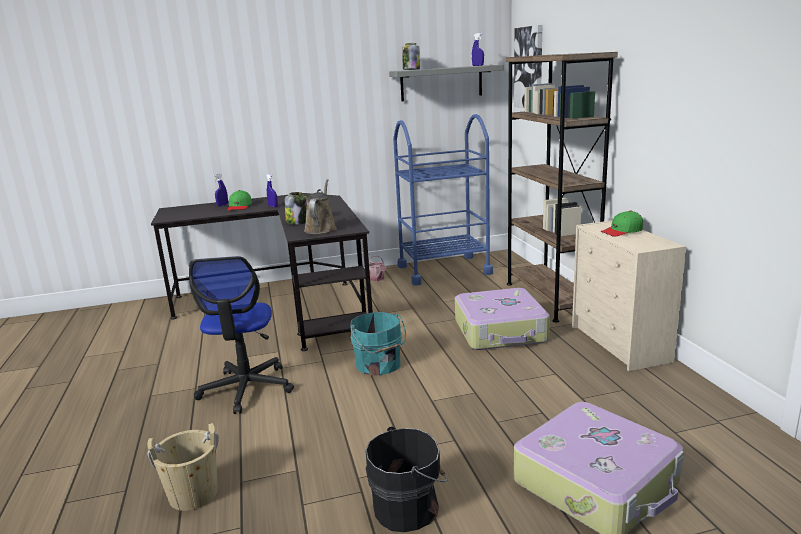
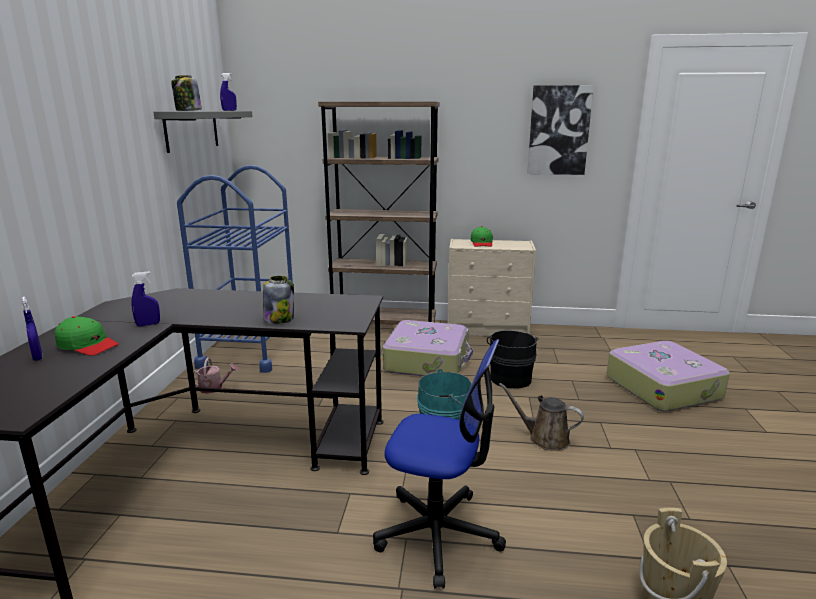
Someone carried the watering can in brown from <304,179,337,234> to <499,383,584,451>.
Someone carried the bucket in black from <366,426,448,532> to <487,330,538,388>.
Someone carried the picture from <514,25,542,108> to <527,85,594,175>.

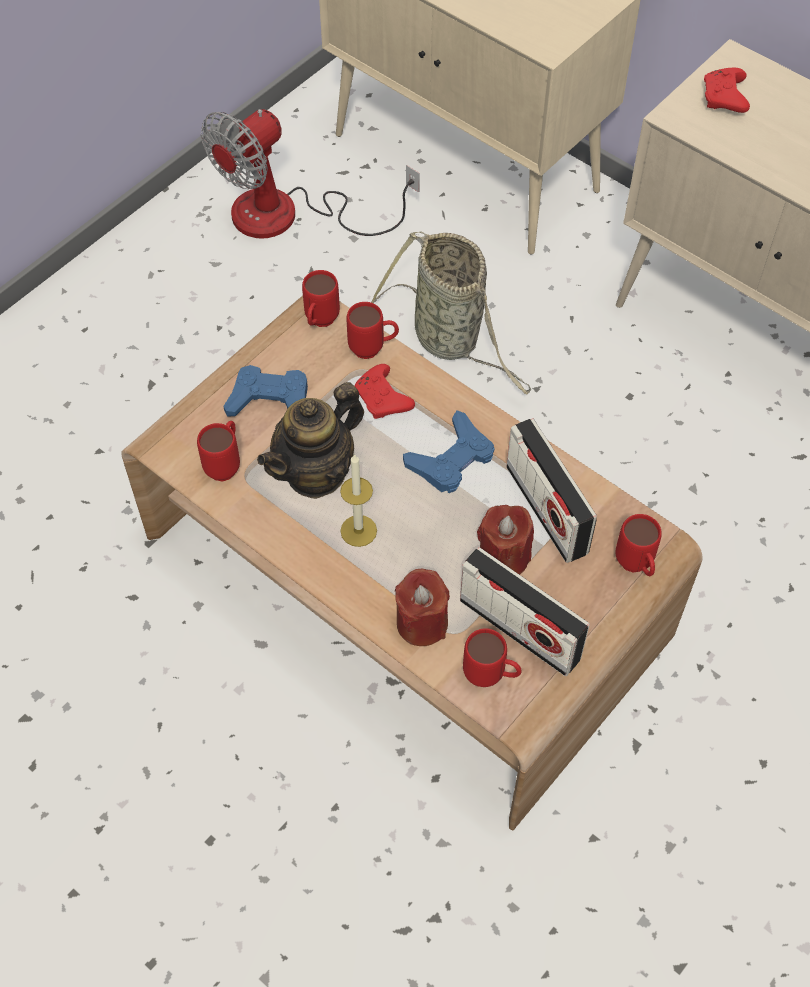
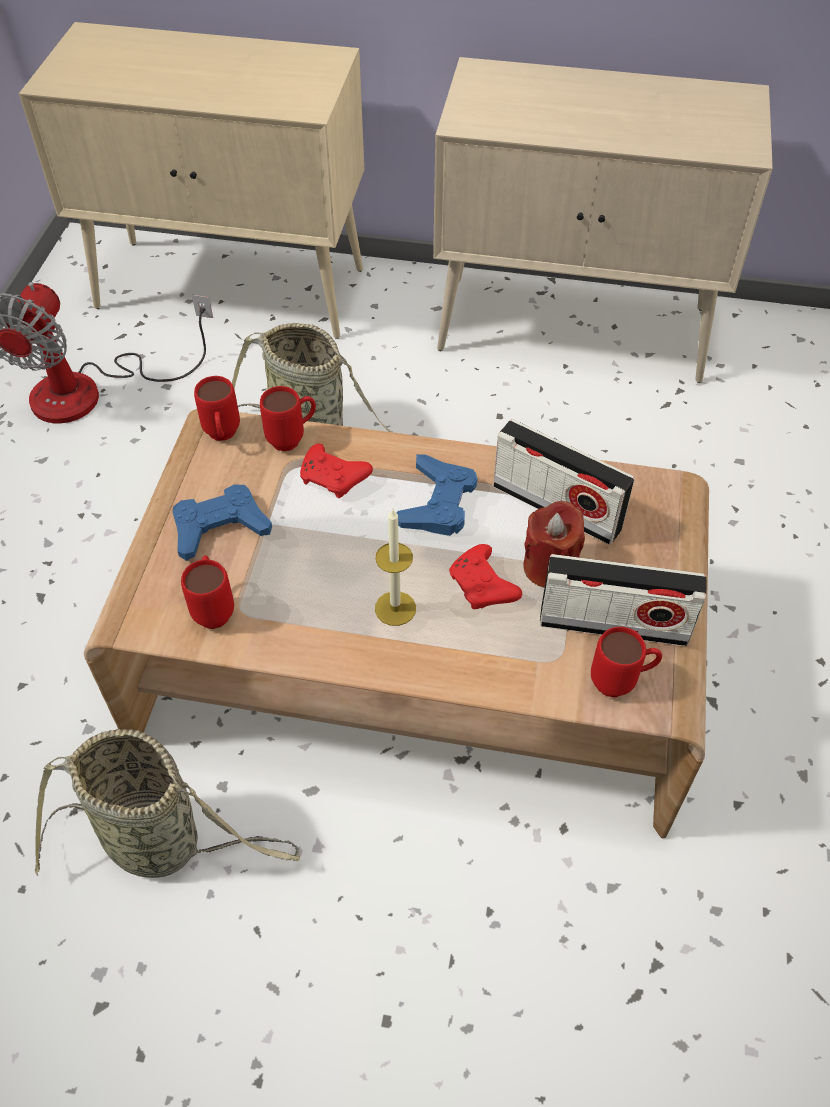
Someone took away the teapot at <257,382,364,499>.
Someone took away the candle in red at <395,569,450,646>.
Someone took away the mug in red at <615,514,662,577>.
Someone put down the basket at <35,729,300,878>.
Someone carried the game controller in red from <704,68,750,113> to <449,544,522,609>.

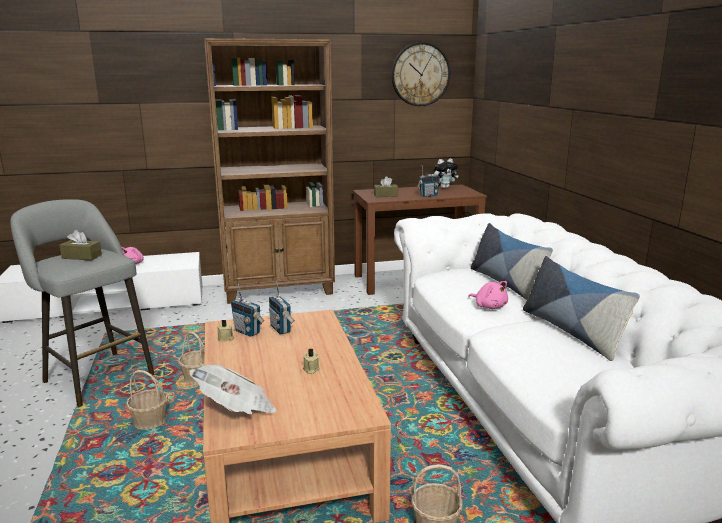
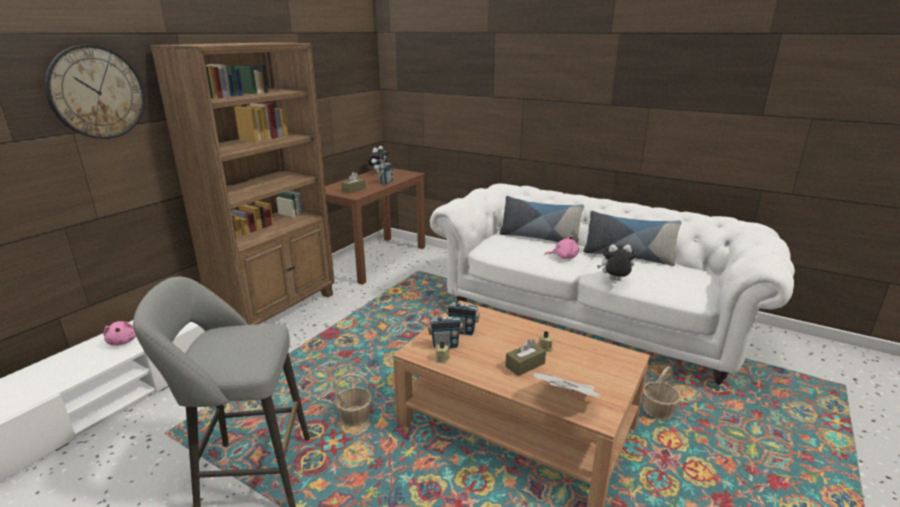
Someone took away the basket at <126,370,168,430>.
Someone put down the plush toy at <597,244,635,281>.
Someone carried the tissue box in brown from <59,230,102,260> to <505,339,546,376>.
Someone carried the wall clock from <391,42,450,106> to <45,44,145,139>.

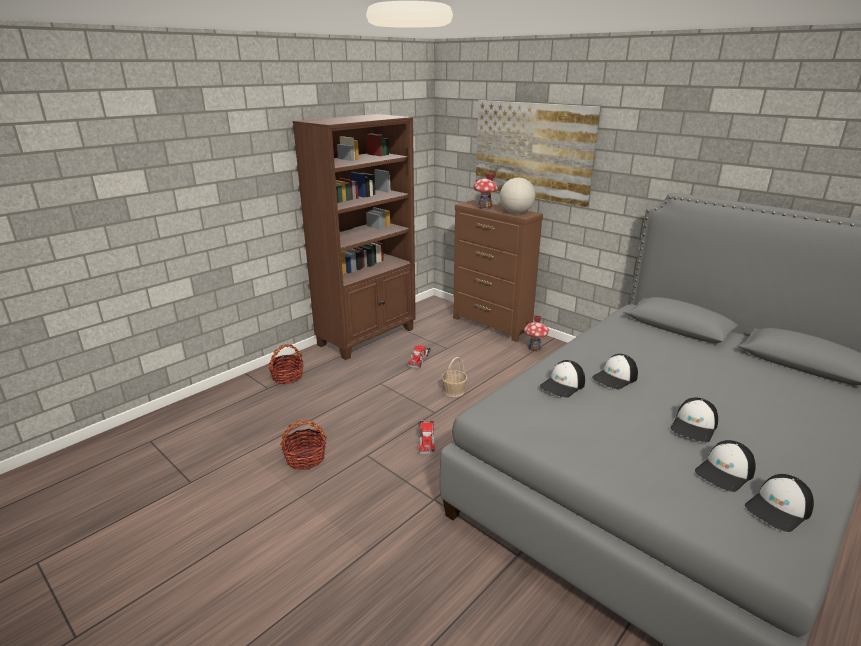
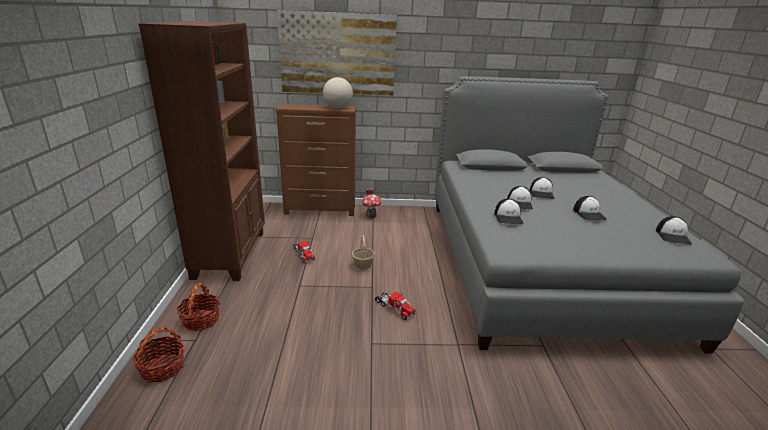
Someone took away the toy house at <473,173,498,209>.
Someone carried the basket from <280,420,327,470> to <132,327,185,382>.
Someone carried the cap from <695,440,756,492> to <530,177,555,199>.

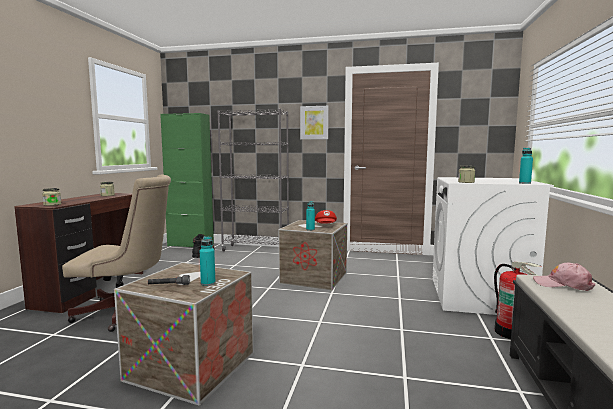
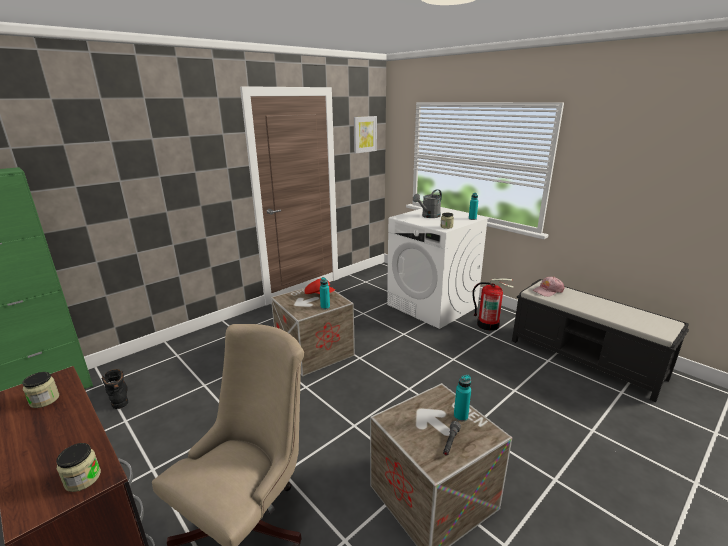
Someone took away the bookcase in grey at <217,109,289,251>.
Someone put down the watering can in grey at <413,189,442,218>.
Someone carried the picture from <300,106,329,139> to <354,116,377,153>.

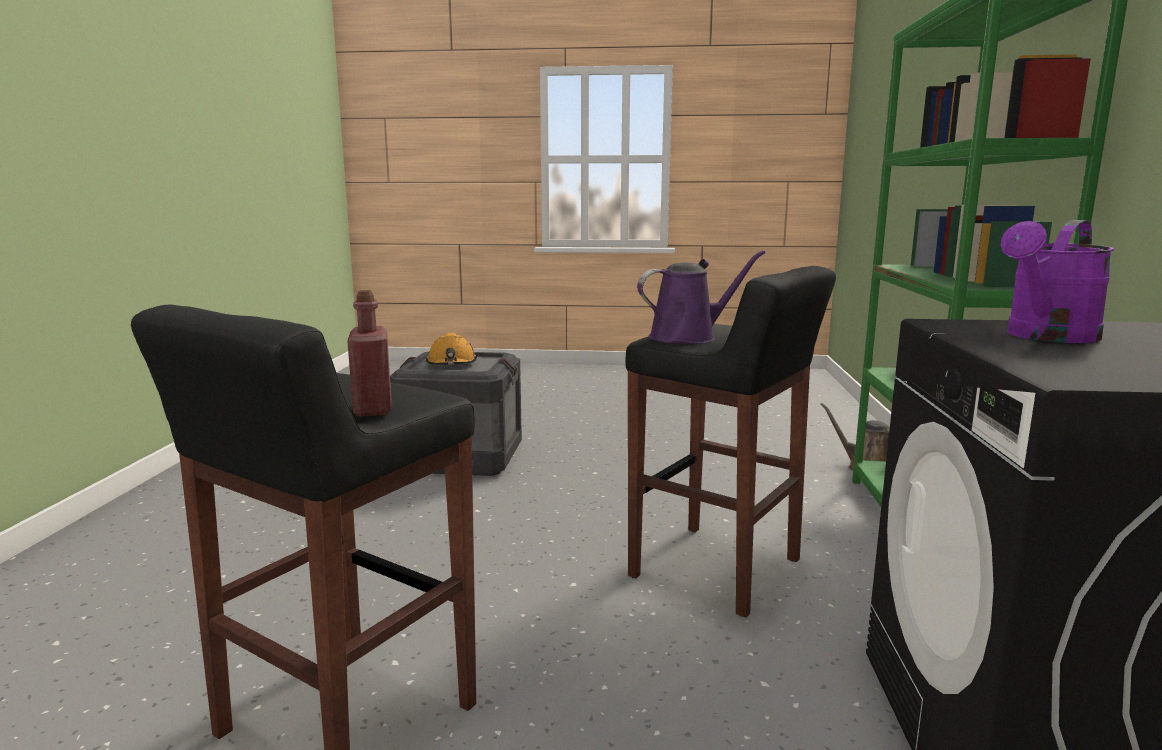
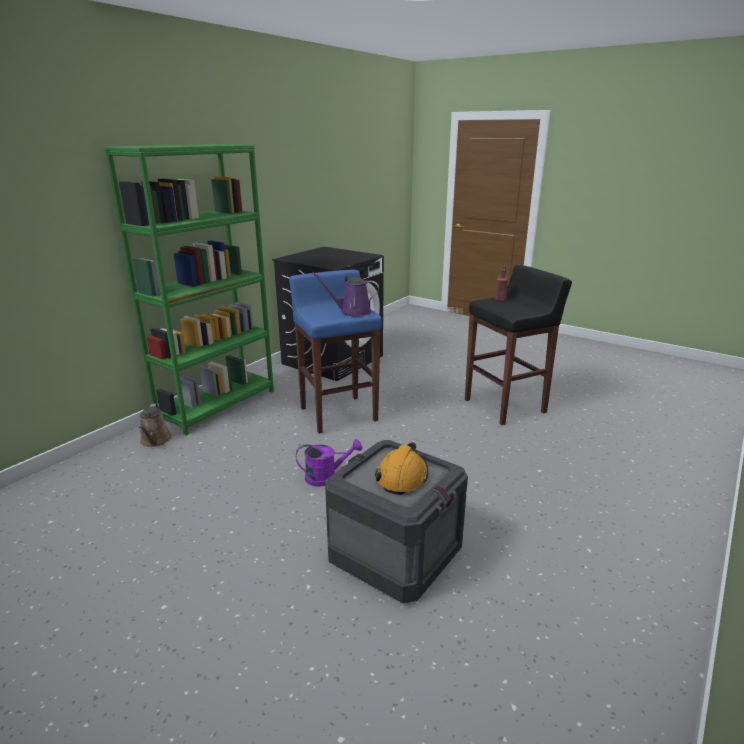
Someone carried the watering can in purple from <1001,220,1114,343> to <296,439,362,487>.
Someone repainted the stool in black at <625,266,836,617>, which became the stool in blue at <289,270,382,434>.

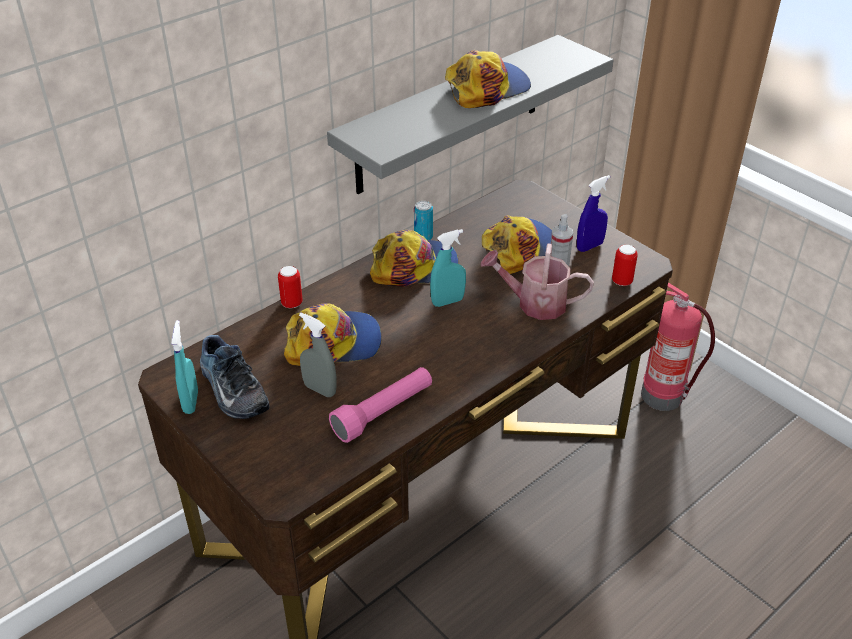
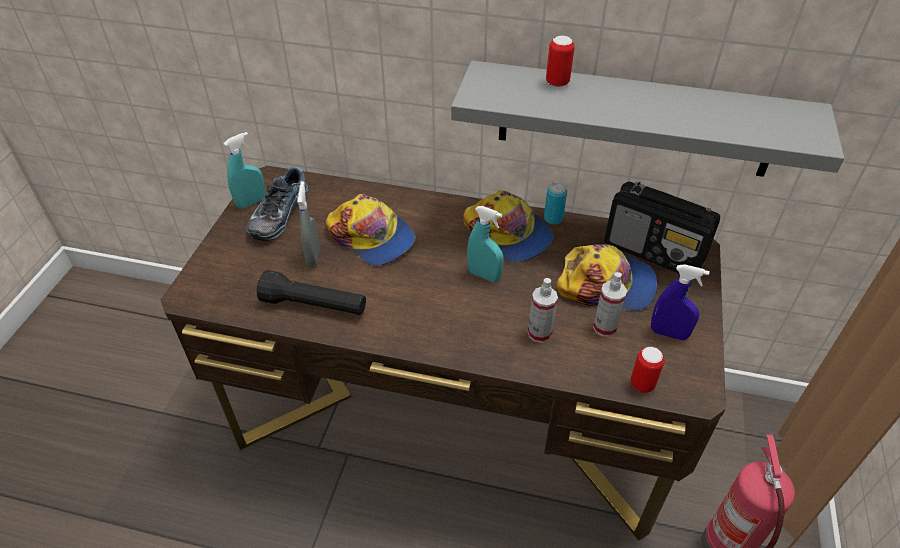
Someone took away the cap at <445,50,531,108>.
Someone put down the radio at <604,182,720,273>.
Someone carried the can from <278,266,303,308> to <546,36,575,87>.
Someone swapped the watering can at <480,243,594,320> for the spray bottle at <528,278,558,343>.
Someone repainted the flashlight in pink at <329,367,432,443>, which became the flashlight in black at <257,270,366,315>.

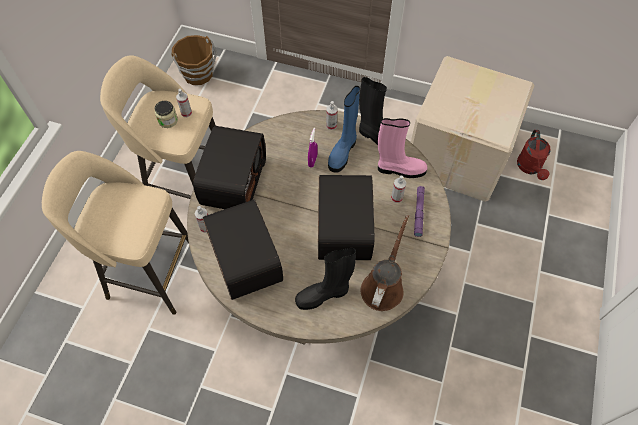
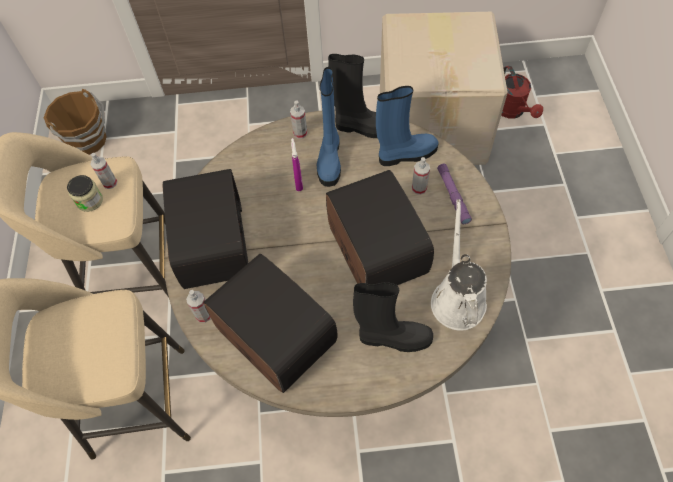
Someone repainted the watering can in brown at <361,215,409,311>, which became the watering can in white at <431,199,487,330>.
Someone repainted the boot in pink at <378,118,427,178>, which became the boot in blue at <376,86,439,166>.
Someone rotated the boot in black at <295,248,356,310> by 135 degrees counterclockwise.

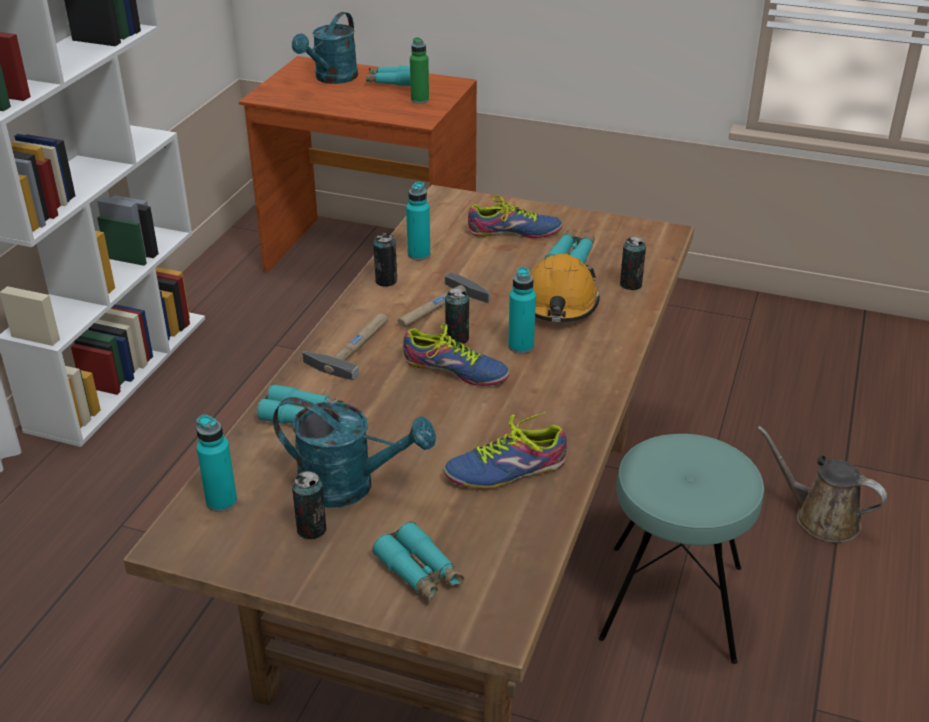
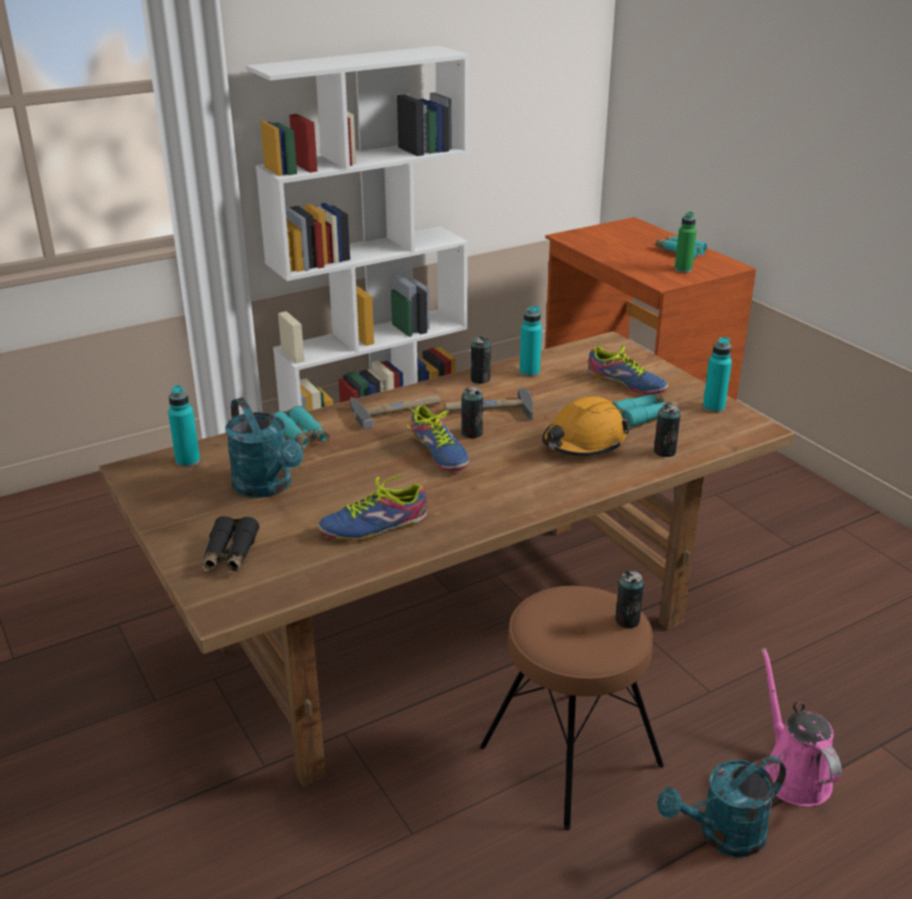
Someone carried the watering can in turquoise from <292,12,358,84> to <657,756,786,857>.
Someone carried the can from <292,471,326,539> to <615,570,644,628>.
Someone carried the bottle in turquoise from <508,267,536,354> to <703,337,732,412>.
Someone repainted the binoculars in turquoise at <372,522,464,602>, which became the binoculars in black at <202,516,259,572>.
Someone repainted the stool in turquoise at <598,434,764,664>, which became the stool in brown at <480,586,664,831>.
Someone repainted the watering can in brown at <757,426,887,543>, which became the watering can in pink at <761,648,842,807>.
Someone rotated the shoe at <444,412,567,489> by 45 degrees counterclockwise.

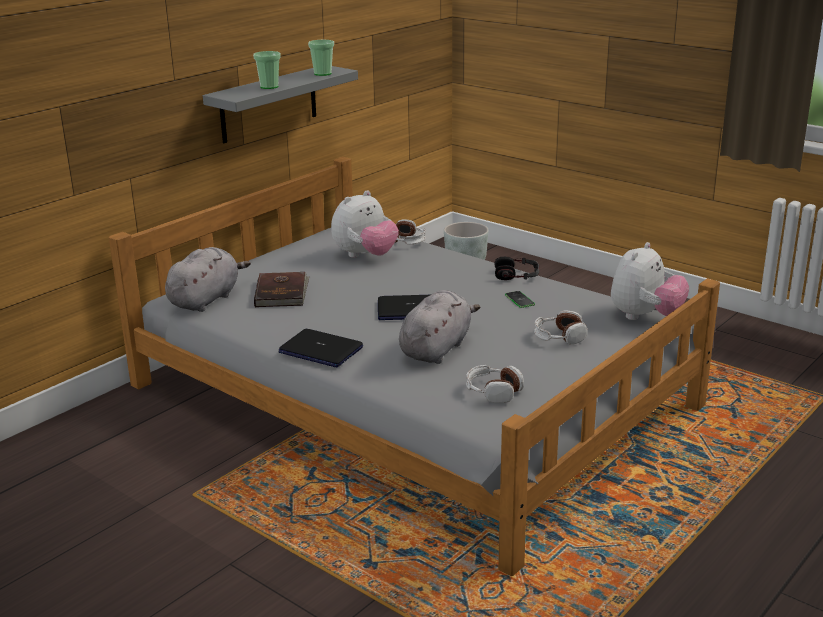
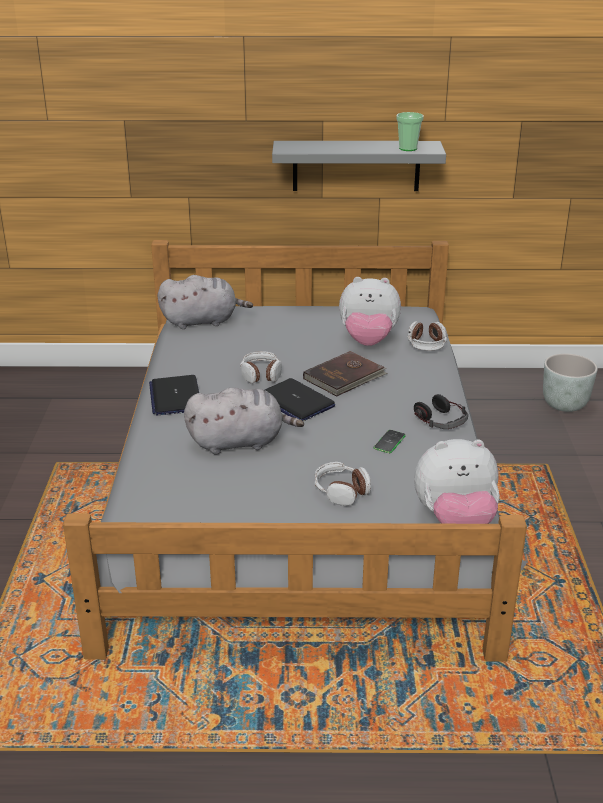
Someone took away the cup at <253,51,281,89>.
Someone carried the book in brown from <254,272,310,307> to <303,351,388,396>.
Someone carried the headphones from <466,365,524,403> to <240,351,282,384>.

